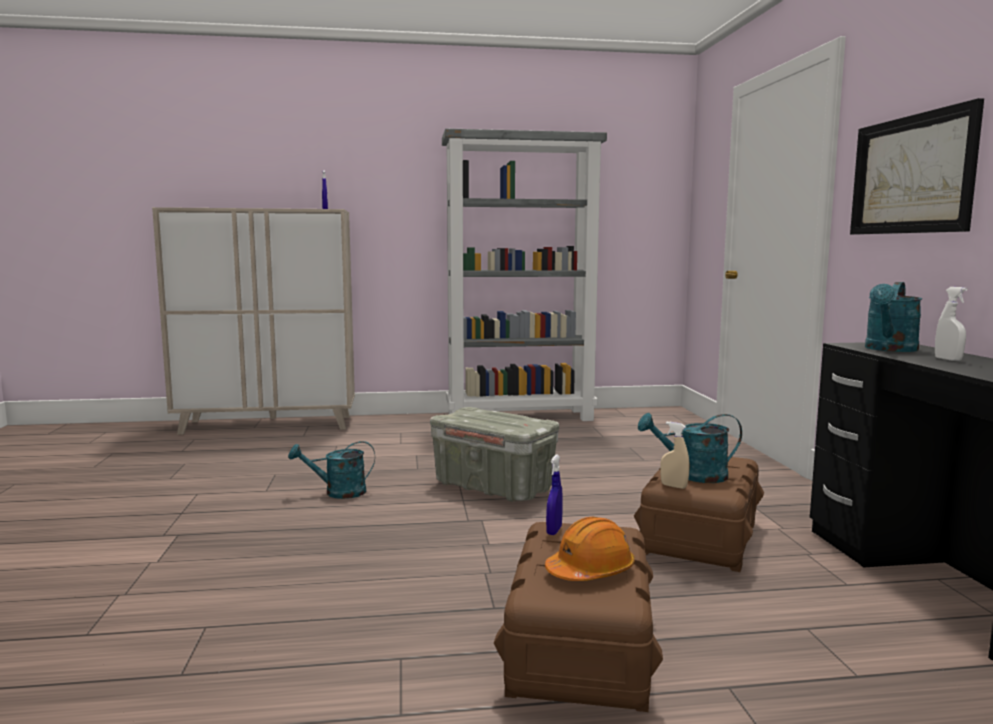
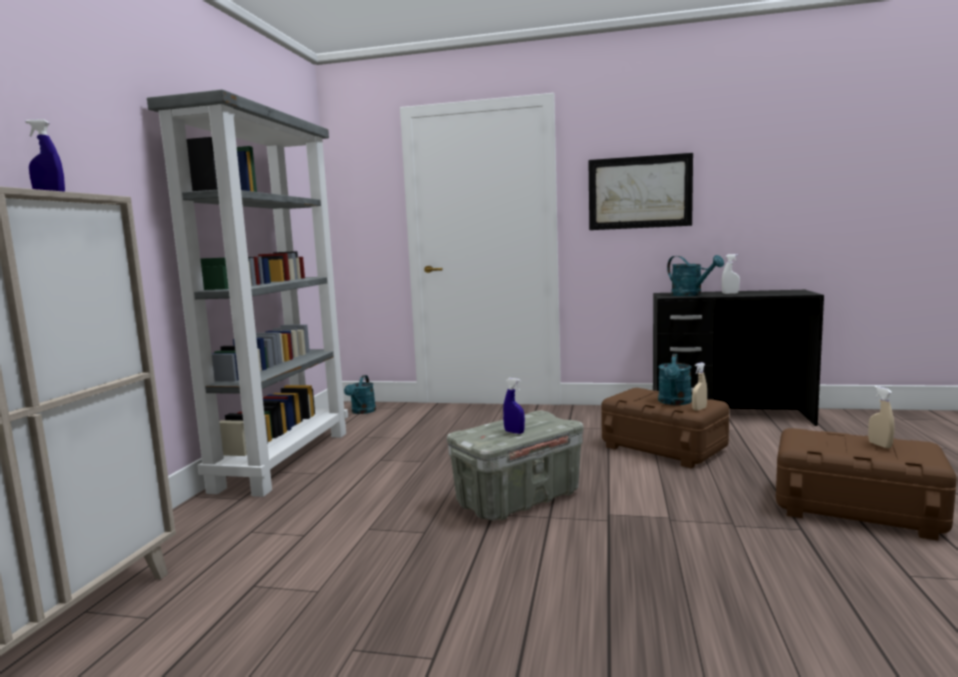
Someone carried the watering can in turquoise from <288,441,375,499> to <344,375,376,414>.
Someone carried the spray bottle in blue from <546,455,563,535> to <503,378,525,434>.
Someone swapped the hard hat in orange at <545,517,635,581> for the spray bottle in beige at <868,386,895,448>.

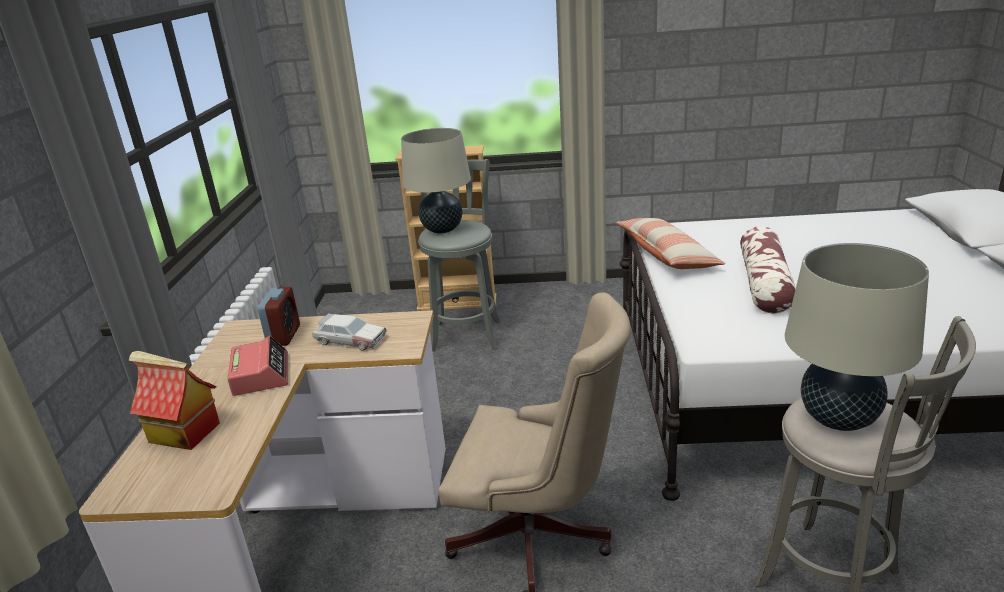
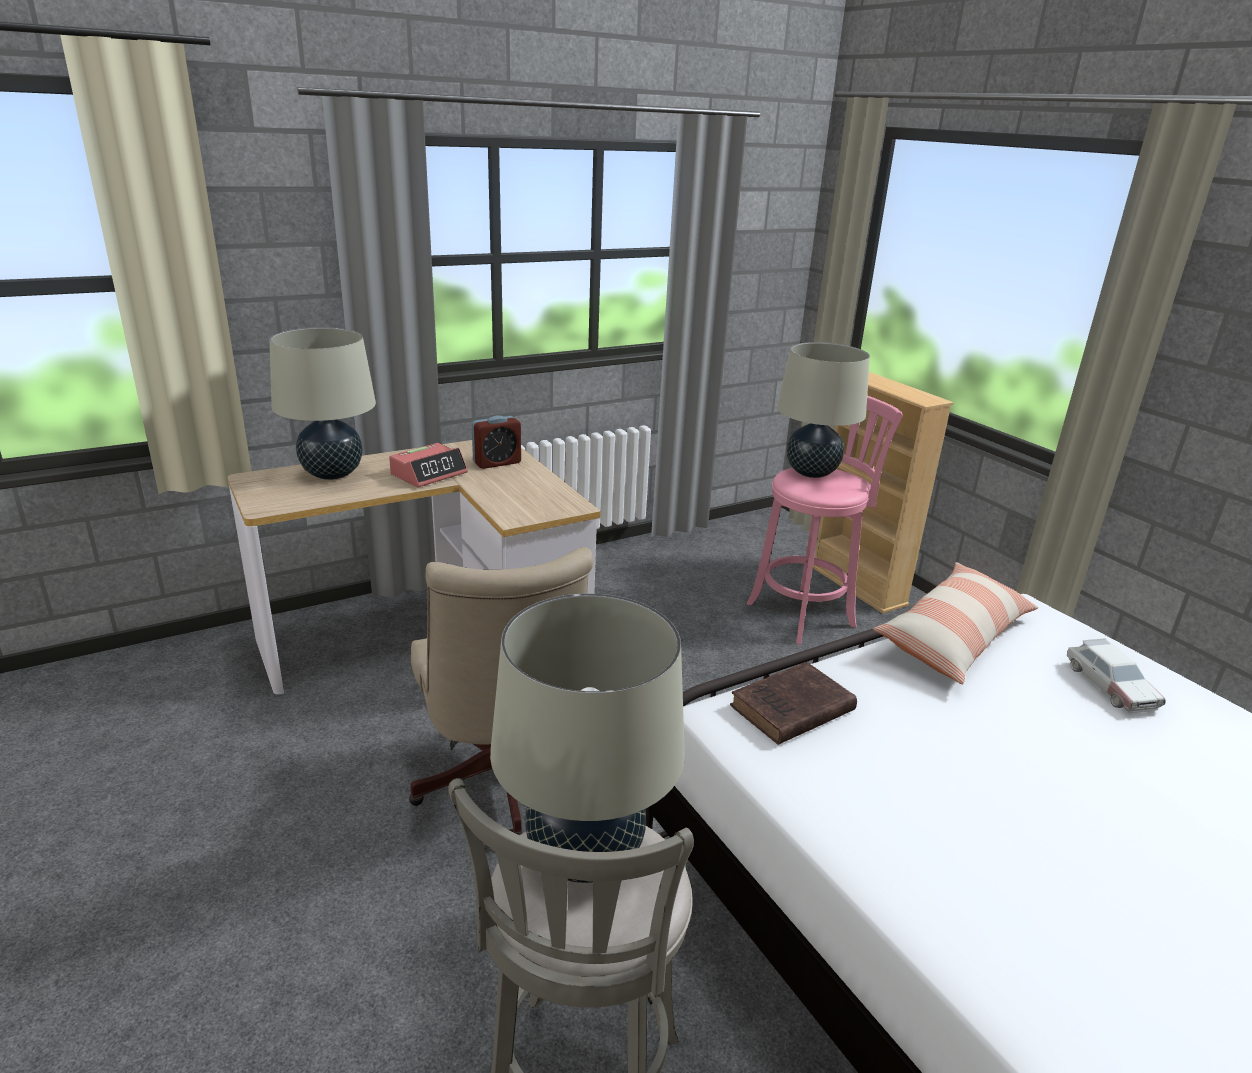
Someone took away the pillow at <740,226,796,313>.
Someone put down the book in brown at <730,662,857,745>.
Someone carried the toy car from <312,313,386,351> to <1067,639,1166,713>.
Someone swapped the toy house at <128,351,220,450> for the table lamp in beige at <270,327,376,480>.
Someone repainted the stool in grey at <418,159,500,352>, which became the stool in pink at <747,395,902,645>.

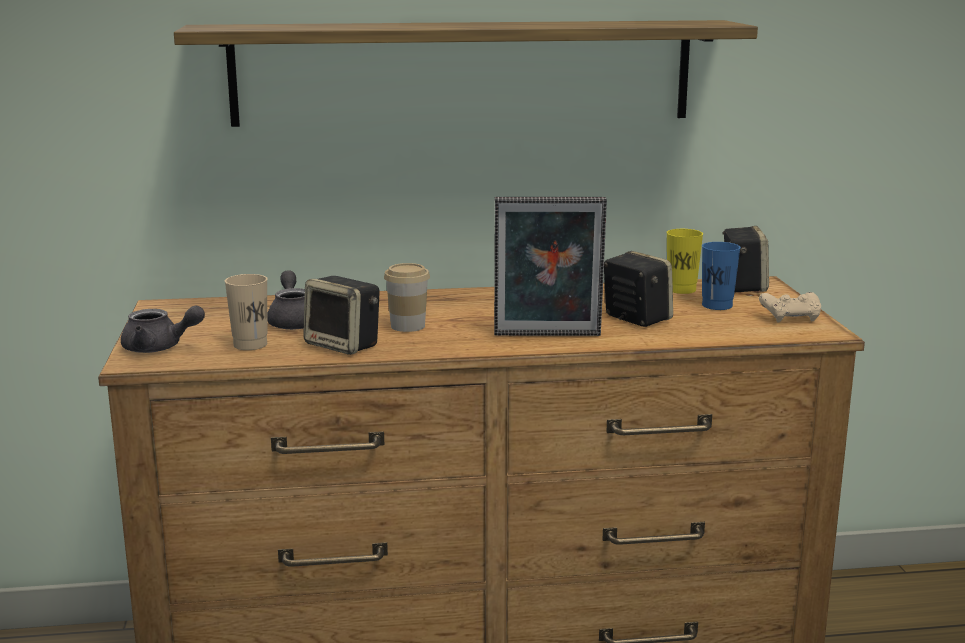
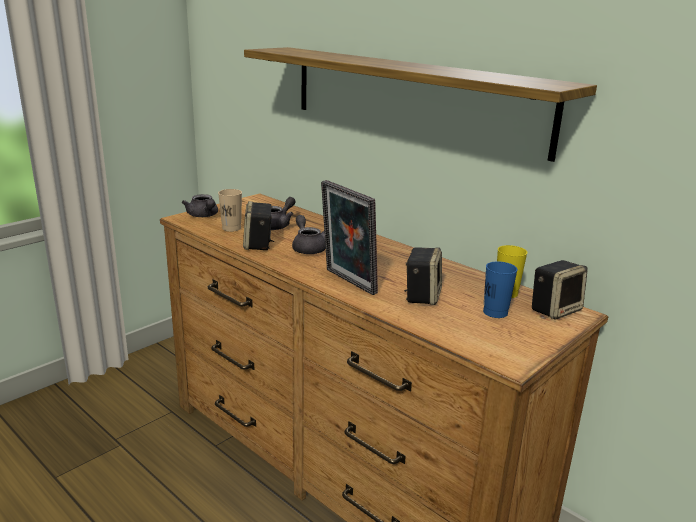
Someone took away the game controller in beige at <759,292,821,322>.
Someone swapped the cup at <384,263,430,332> for the teapot in grey at <292,215,326,254>.

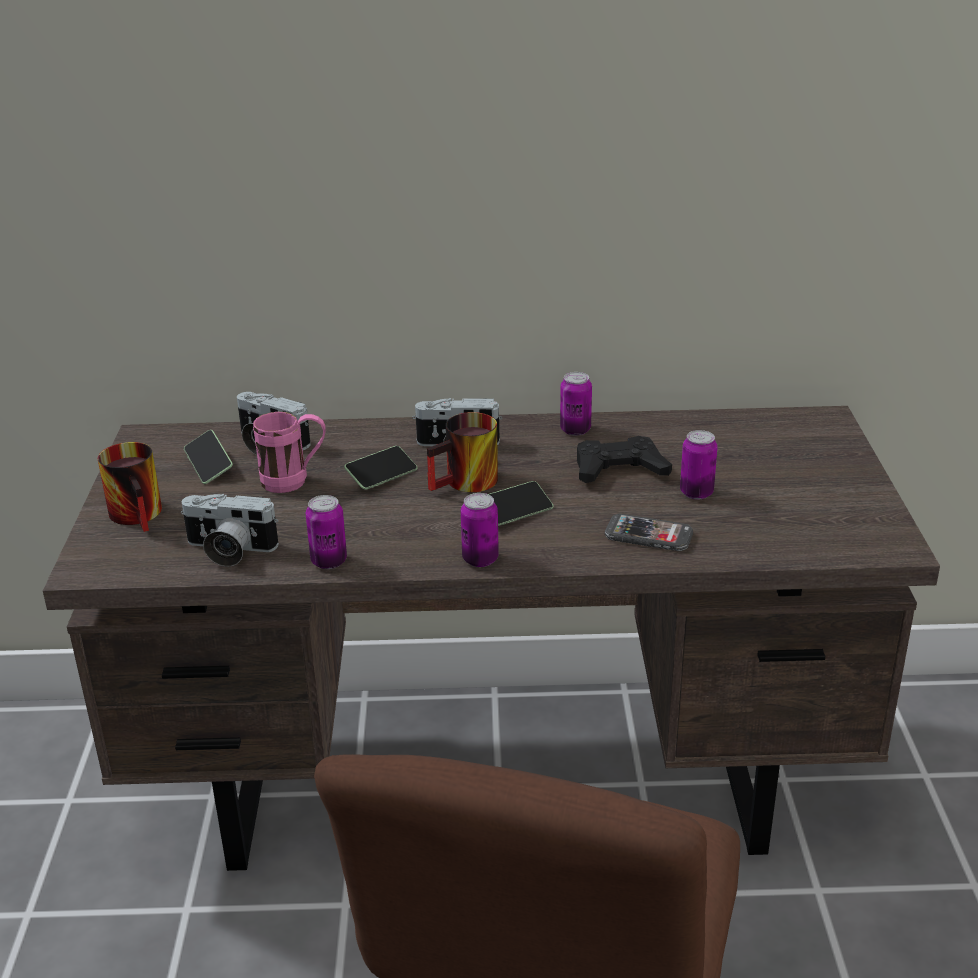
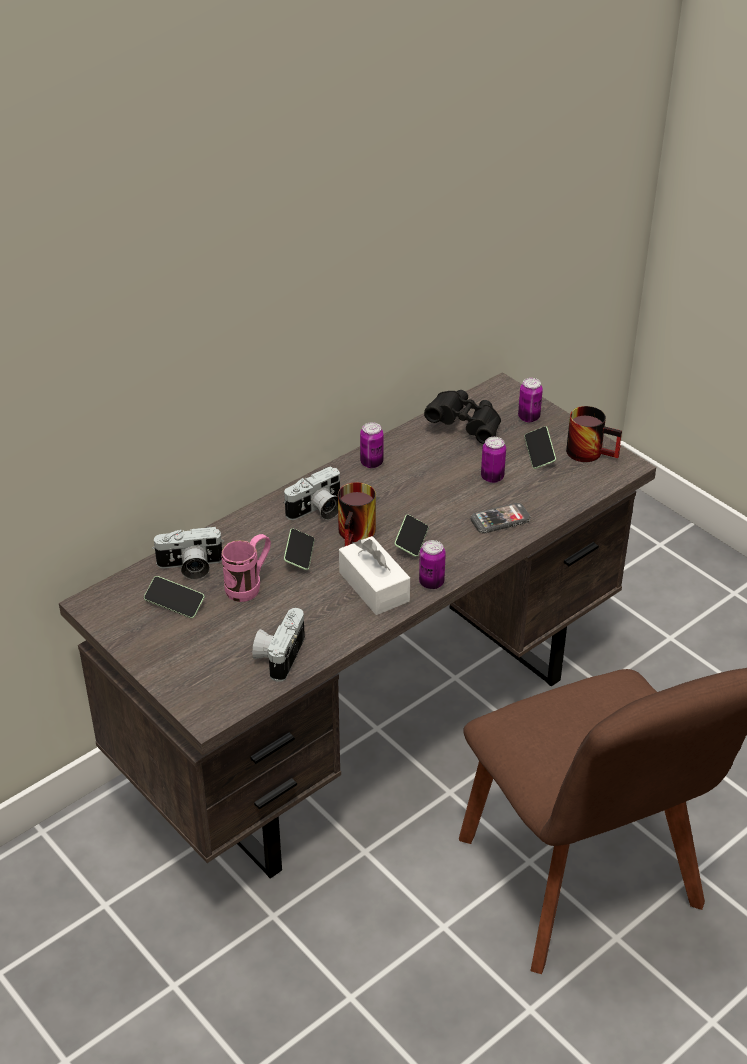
Someone took away the game controller in black at <577,436,672,483>.
Someone put down the tissue box in white at <339,536,410,615>.
Someone put down the binoculars in black at <424,390,501,444>.
Someone put down the phone at <524,426,556,469>.
Someone carried the mug from <98,442,162,532> to <566,406,622,462>.
Someone carried the can from <306,495,347,569> to <518,378,543,422>.
Someone rotated the photo camera at <181,494,279,567> by 135 degrees clockwise.

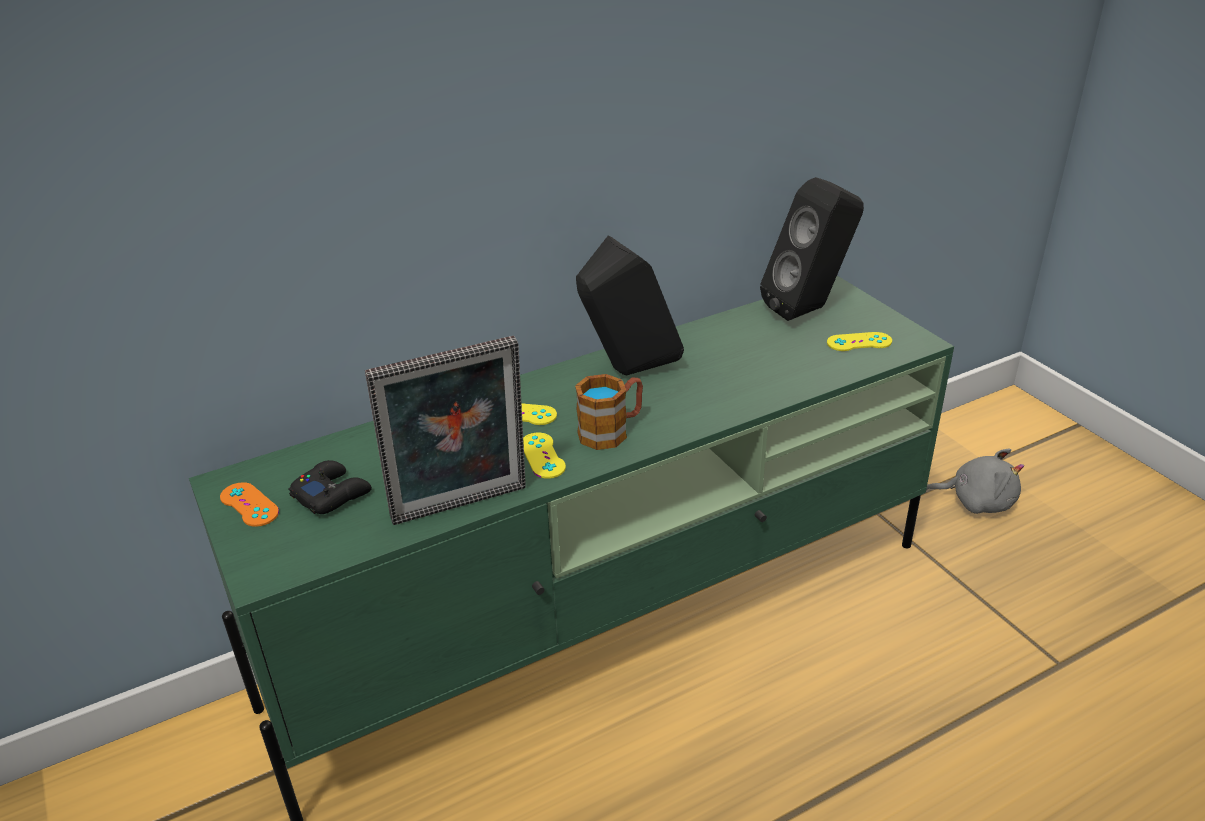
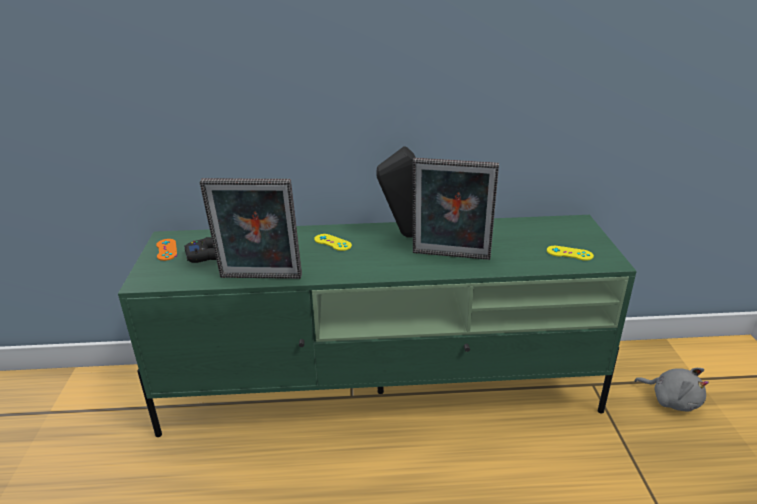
Someone took away the game controller in yellow at <523,433,566,479>.
Someone took away the mug at <575,374,643,450>.
Someone took away the speaker in black at <760,177,864,321>.
Someone put down the picture frame at <413,158,499,260>.

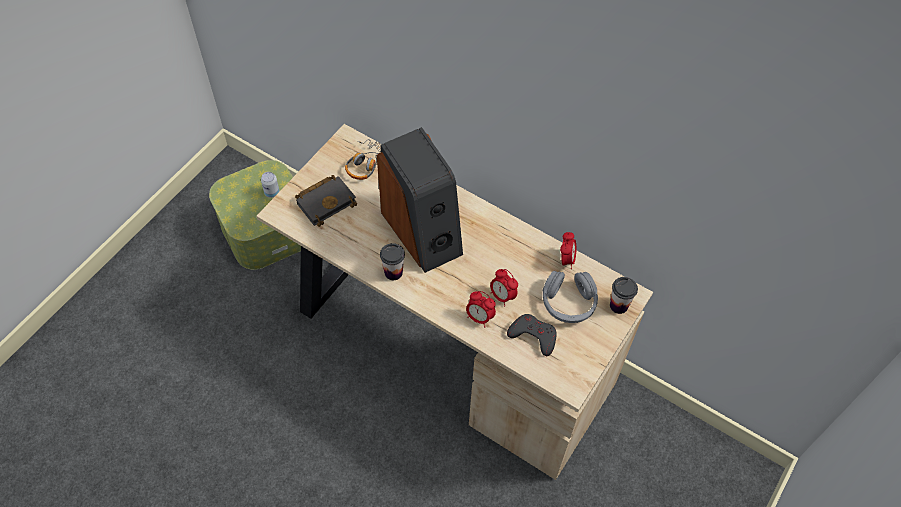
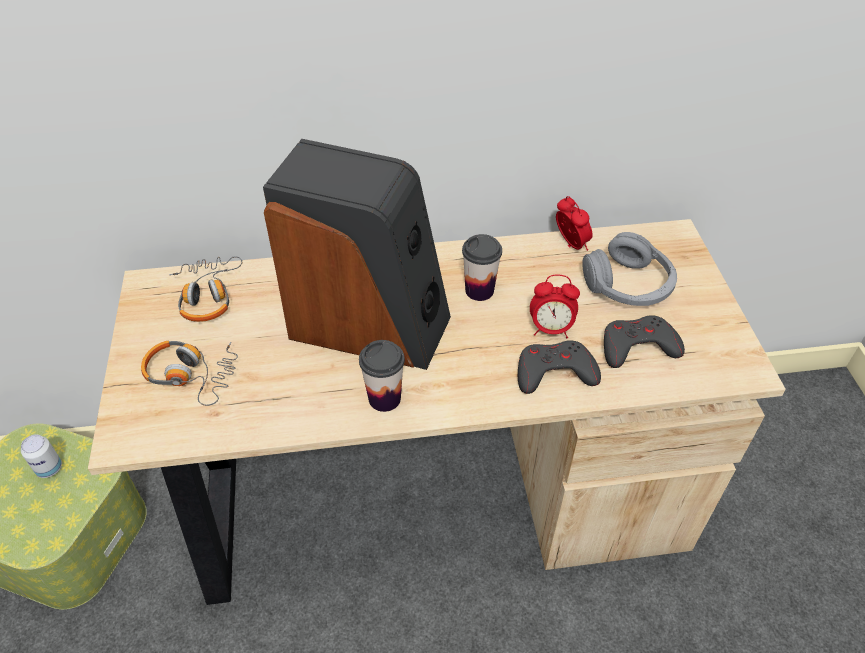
Someone carried the cup from <610,277,638,314> to <462,234,502,301>.
Someone swapped the book in black at <295,175,357,227> for the headphones at <141,341,238,406>.
Someone swapped the alarm clock at <466,291,496,327> for the game controller in grey at <518,340,601,394>.

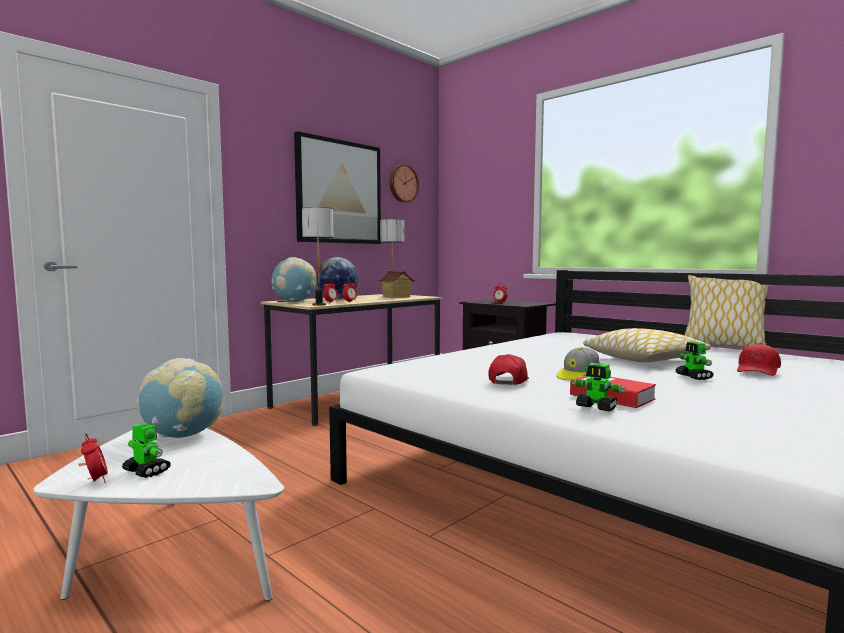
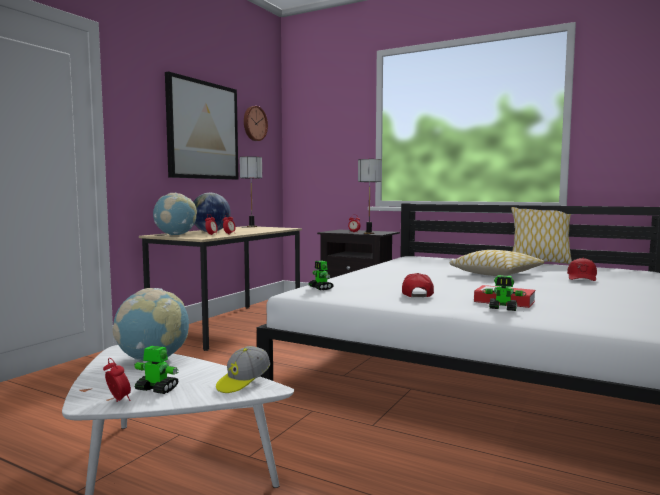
Someone took away the toy house at <377,271,415,298>.
Someone carried the table lamp from <302,207,334,305> to <358,159,382,234>.
Someone carried the cap from <557,347,600,380> to <216,346,271,393>.
Someone carried the toy robot from <675,341,714,380> to <309,260,334,290>.

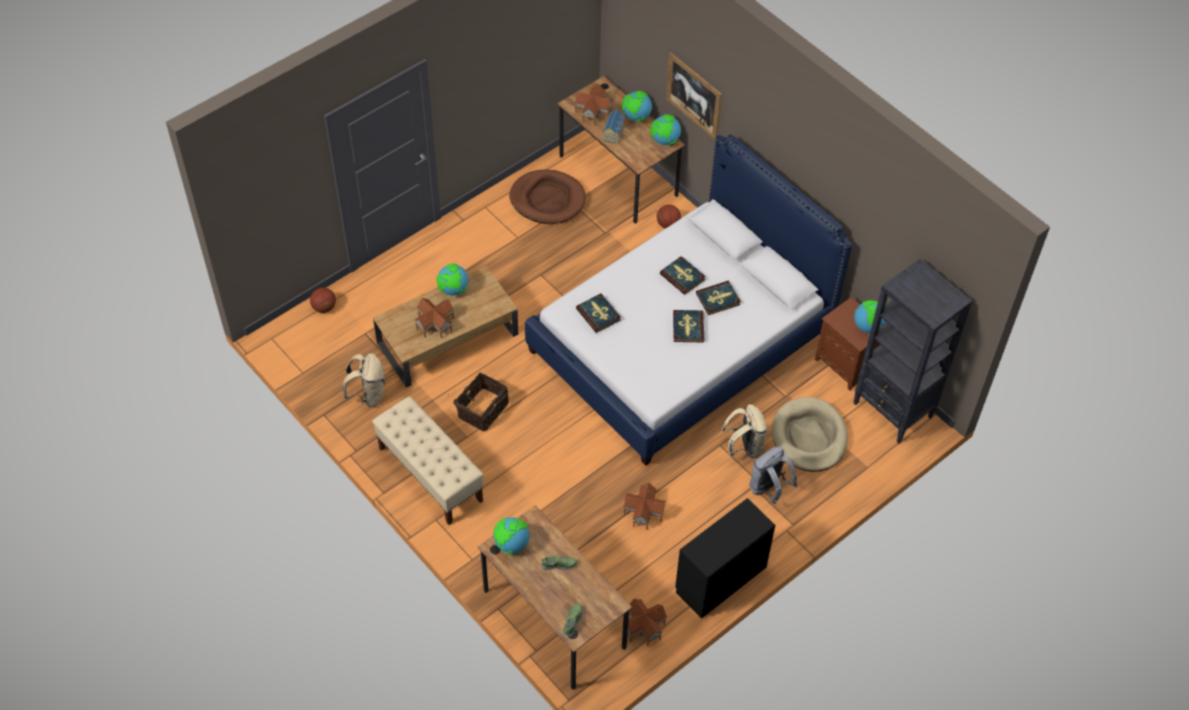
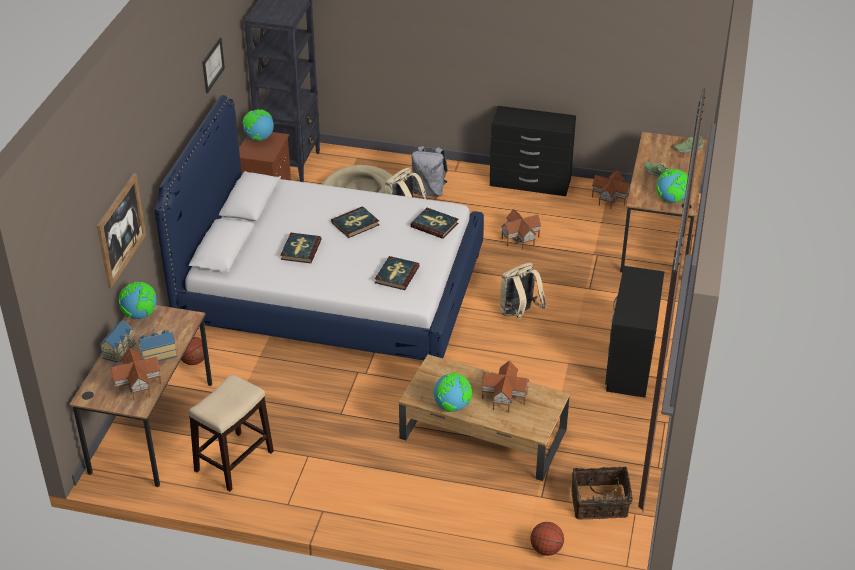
Someone put up the picture at <202,37,225,93>.
Someone carried the backpack in beige from <343,353,385,407> to <500,263,546,319>.
Someone carried the basket from <453,373,509,432> to <571,466,633,519>.
Someone carried the book from <696,281,741,315> to <411,208,458,239>.
Someone swapped the bench in beige at <372,396,484,525> for the dresser in black at <605,266,664,398>.
Someone swapped the dog bed in brown at <509,169,585,224> for the stool at <189,375,274,491>.
Someone swapped the globe at <622,91,652,122> for the toy house at <100,320,135,362>.

